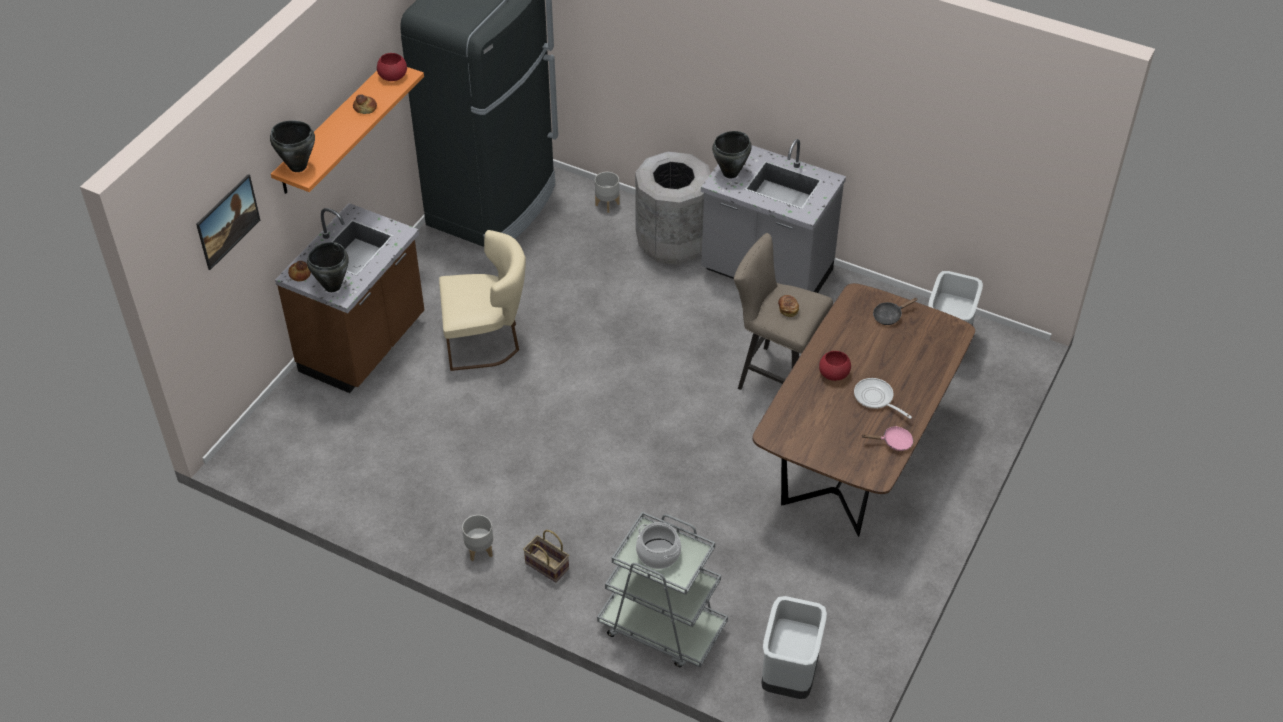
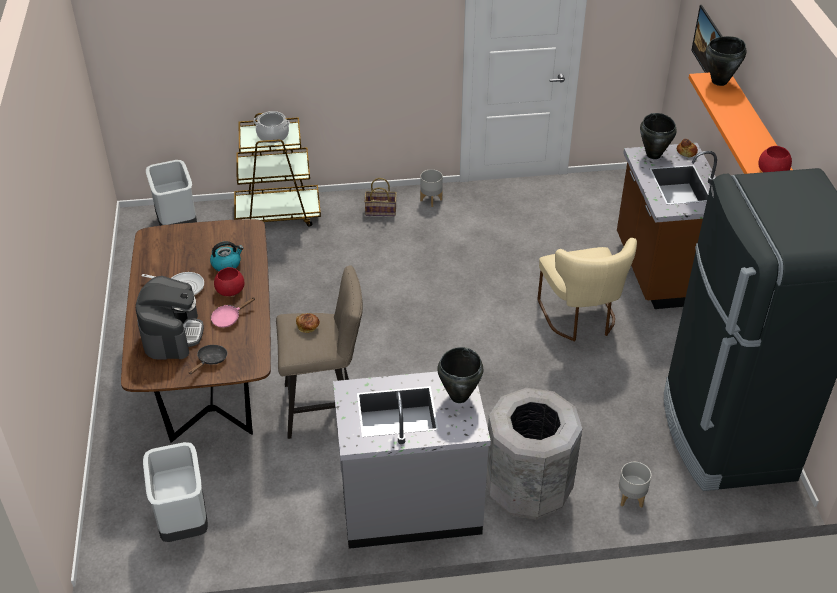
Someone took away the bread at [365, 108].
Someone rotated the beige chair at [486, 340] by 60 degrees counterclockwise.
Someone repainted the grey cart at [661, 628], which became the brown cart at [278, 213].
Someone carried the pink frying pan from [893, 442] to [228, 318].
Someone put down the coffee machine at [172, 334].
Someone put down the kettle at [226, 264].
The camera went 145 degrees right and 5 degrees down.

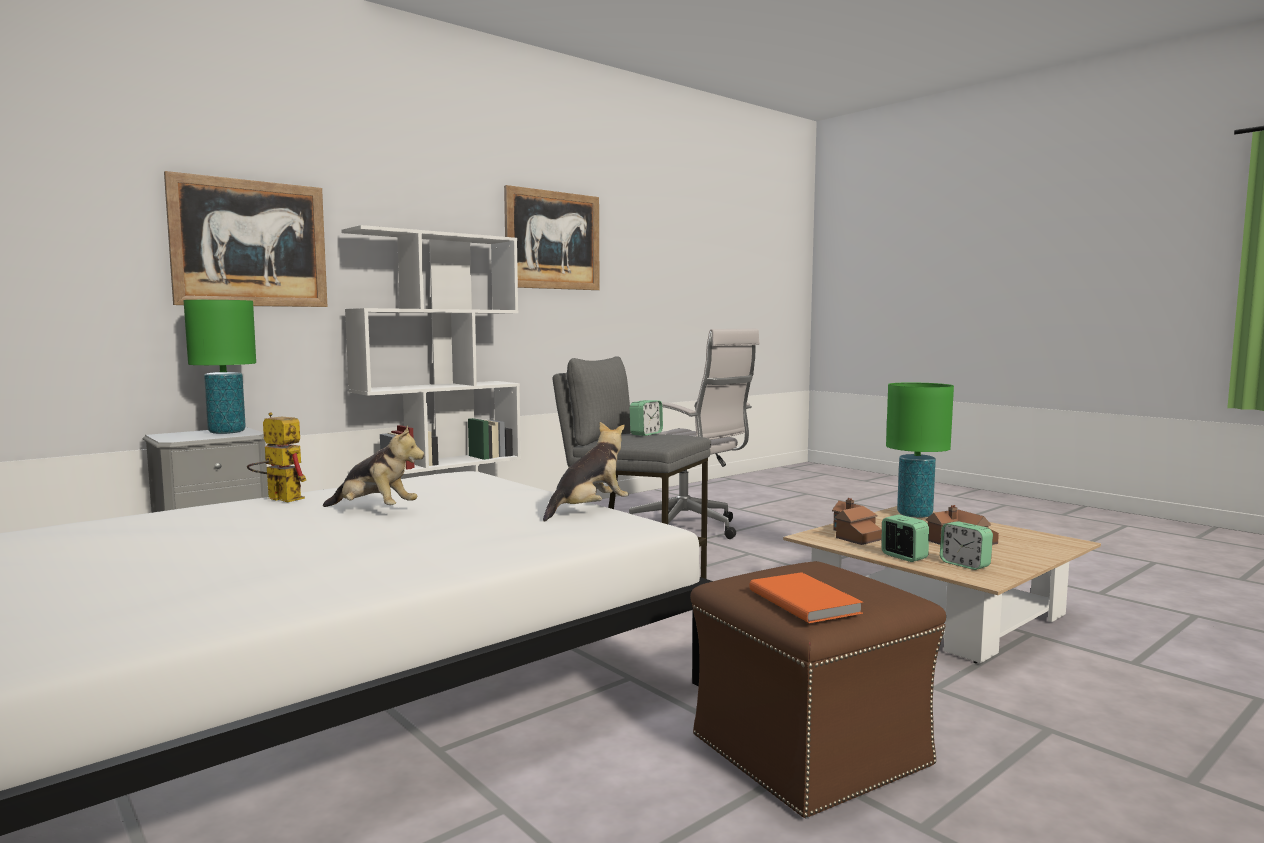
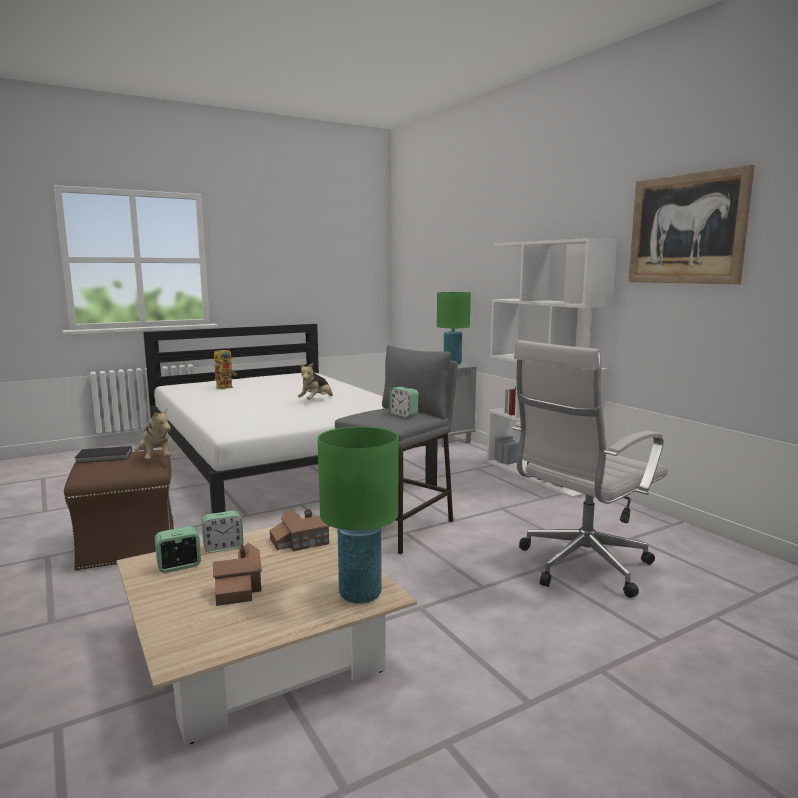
Someone took away the picture at [250, 243].
Someone carried the toy robot from [278, 498] to [226, 387].
Someone carried the plush toy from [589, 510] to [155, 459].
Someone repainted the orange book at [805, 601], which became the black book at [105, 457].
The camera went 100 degrees right and 5 degrees up.

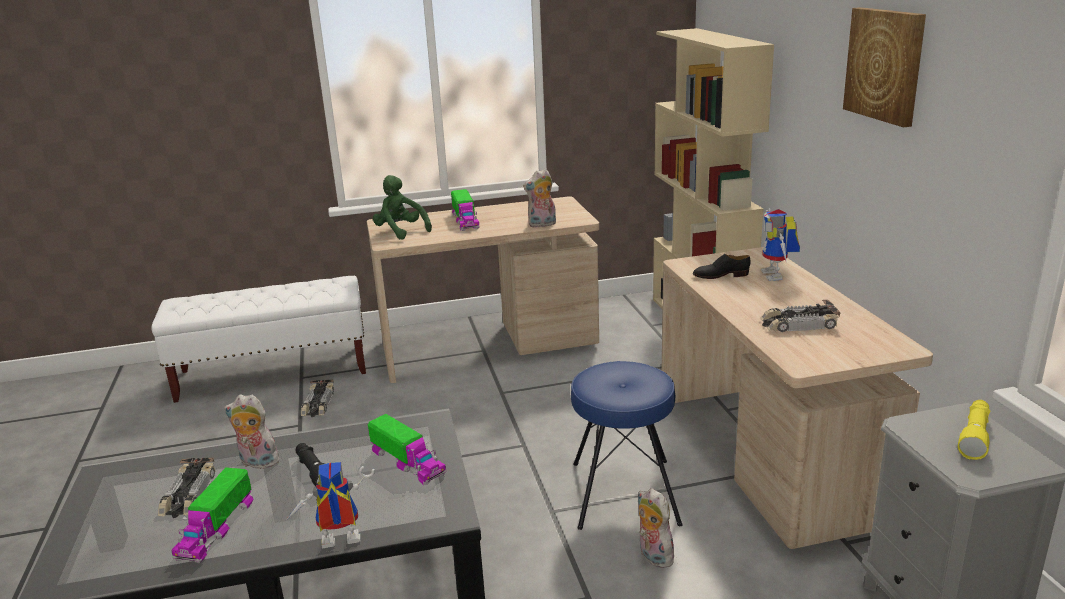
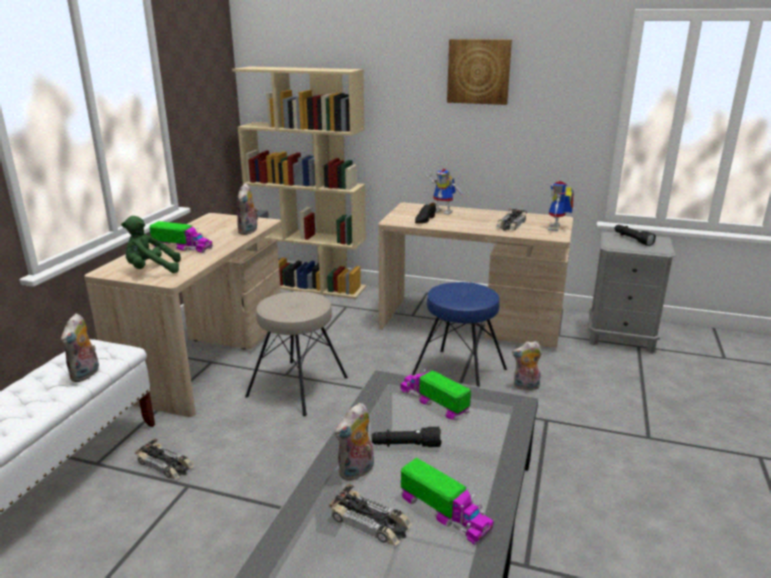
Someone carried the toy robot from [337, 545] to [557, 228].
Someone rotated the toy truck at [407, 462] by 120 degrees counterclockwise.
Someone repainted the yellow flashlight at [974, 436], which became the black flashlight at [632, 239].
Someone put down the plush toy at [86, 375].
Someone put down the beige stool at [298, 387].
The camera went 60 degrees left and 0 degrees up.

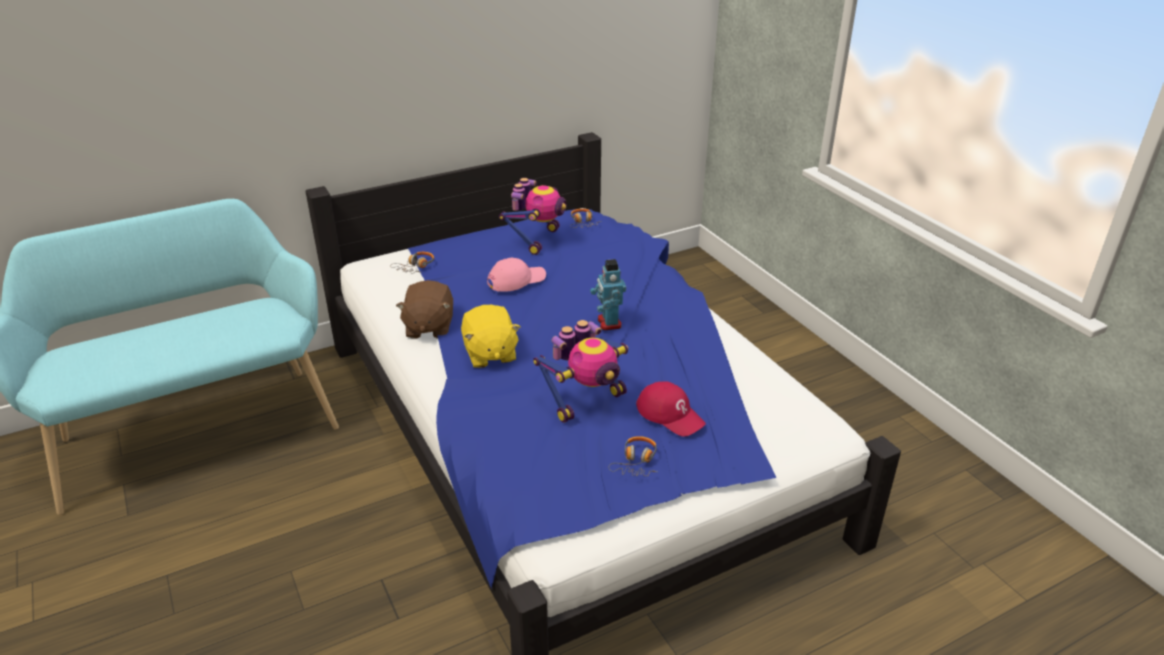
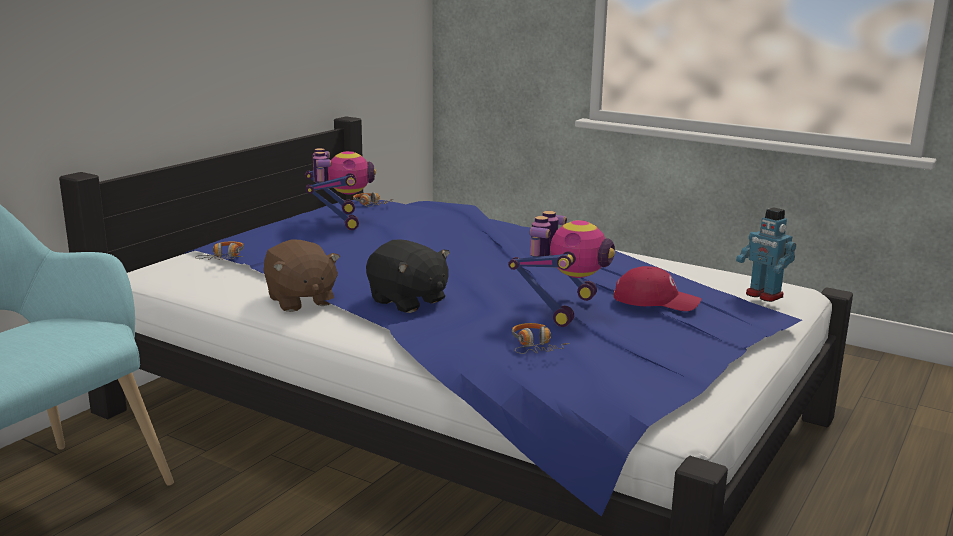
Someone repainted the yellow plush toy at [490, 354], which became the black plush toy at [408, 301].
Someone took away the pink cap at [516, 280].
Someone carried the toy robot from [608, 323] to [763, 295].
Someone carried the headphones from [636, 462] to [534, 346].
The camera went 30 degrees left and 15 degrees down.

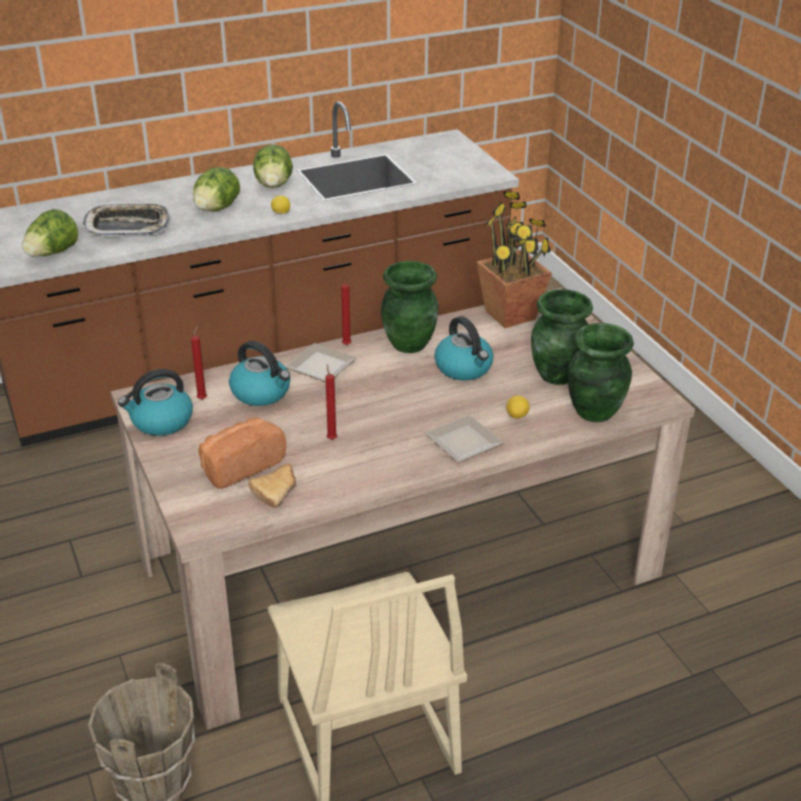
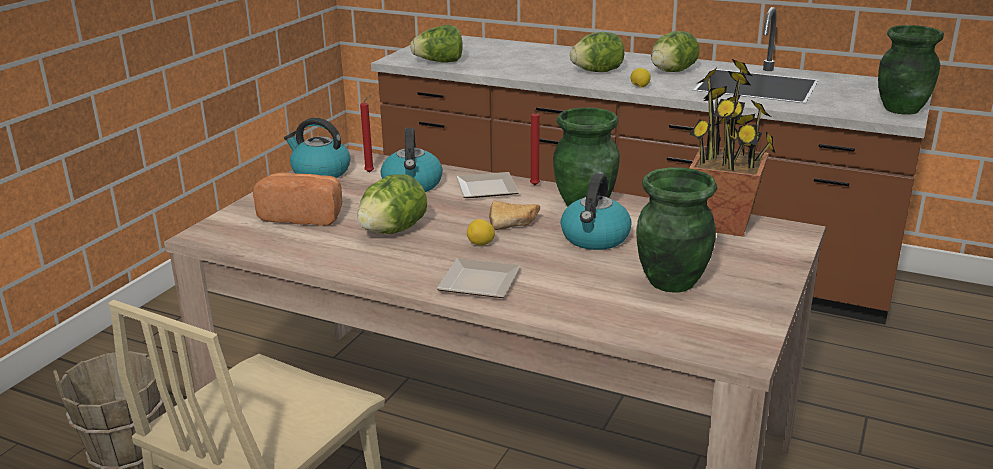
Someone took away the tray at [127, 226].
Someone carried the bread from [278, 490] to [515, 223].
Someone swapped the red candle at [331, 438] for the lettuce at [393, 231].
Someone carried the lemon from [517, 416] to [481, 244].
Someone carried the green vase from [593, 412] to [900, 109].
The camera went 50 degrees right and 10 degrees down.

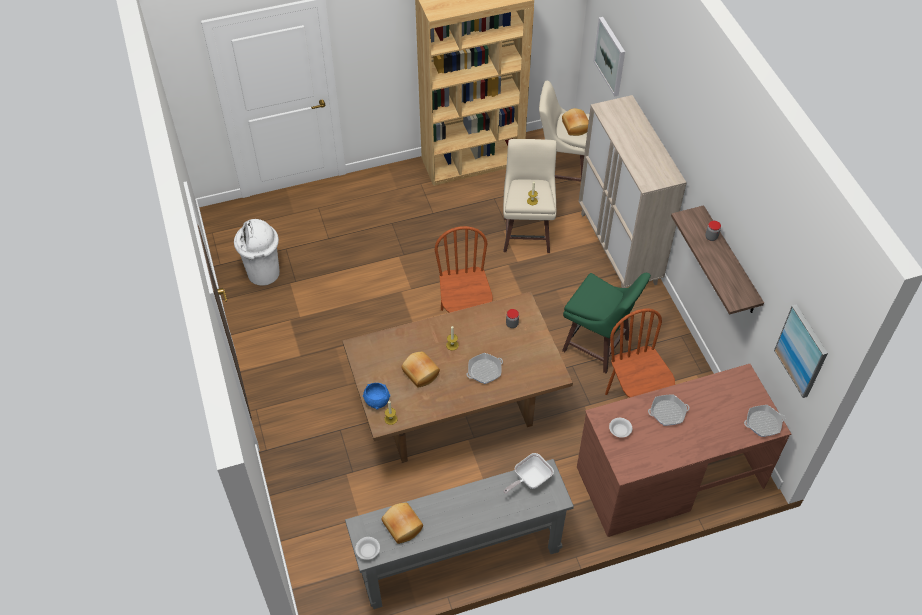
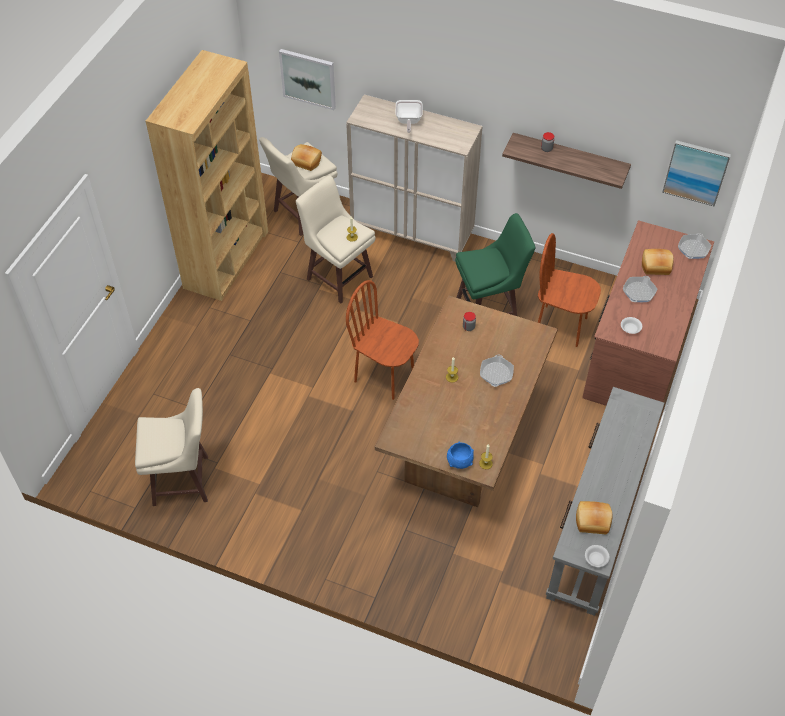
Someone swapped the white trash can at [263, 274] for the beige stool at [183, 481].
Someone carried the bread from [420, 373] to [656, 266].
Someone carried the frying pan from [529, 480] to [408, 121].
The camera went 50 degrees left and 0 degrees up.

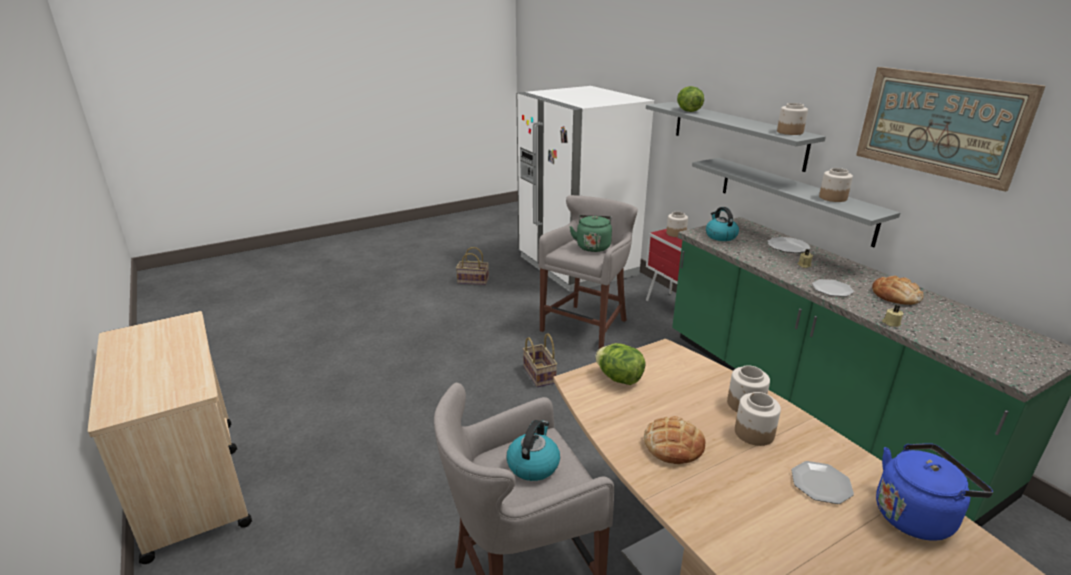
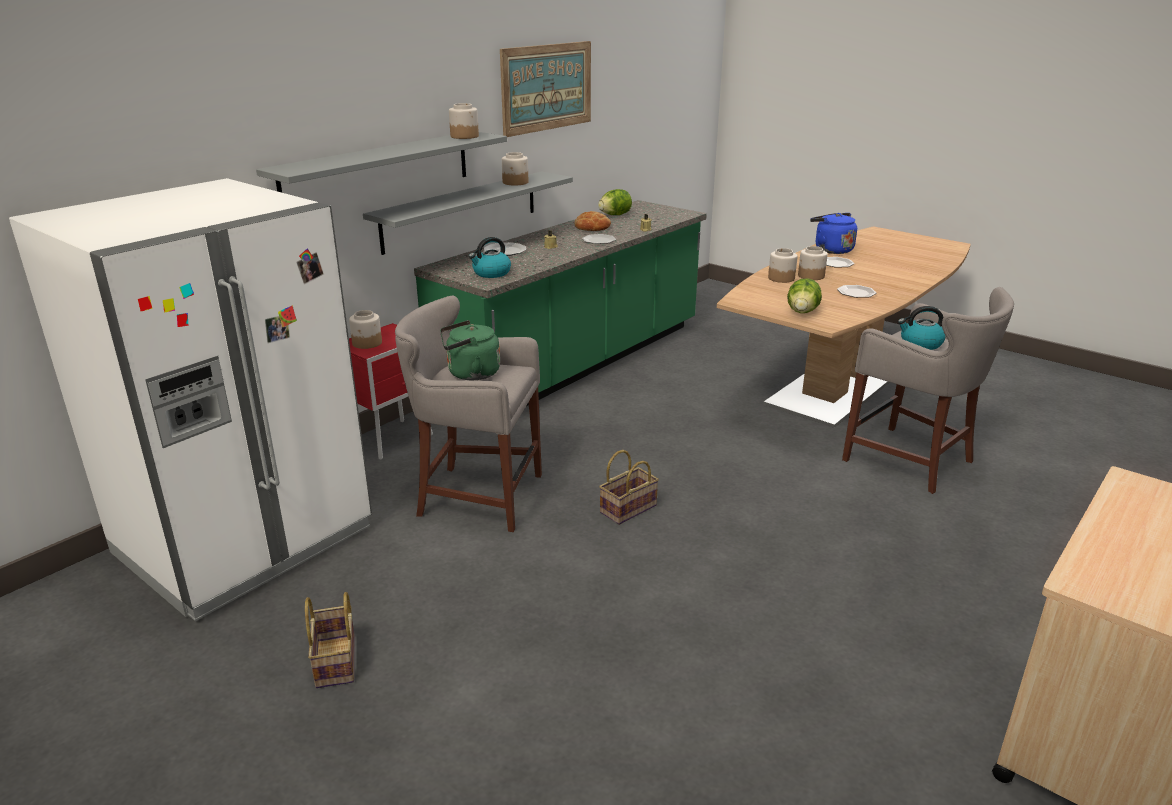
Someone swapped the bread at [673, 445] for the plate at [856, 293].
Someone carried the lettuce from [688, 111] to [615, 215].
The camera went 110 degrees left and 0 degrees up.

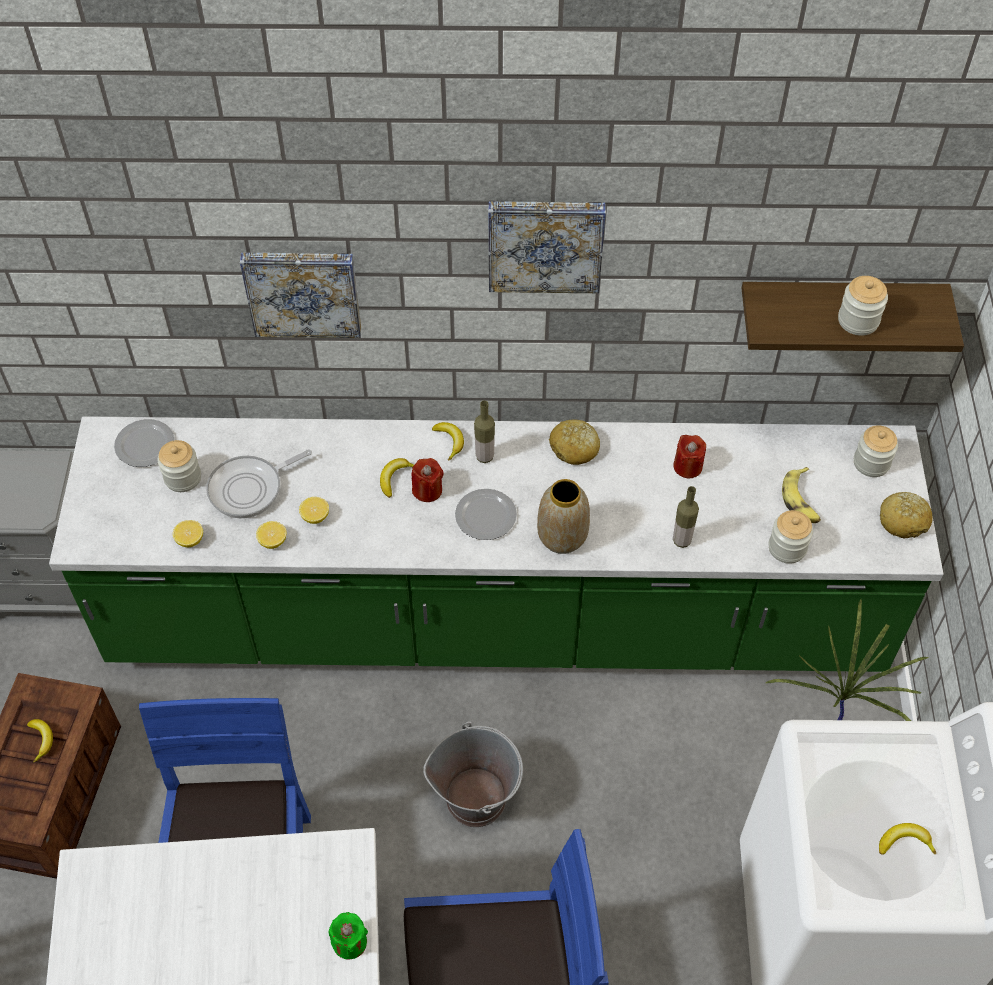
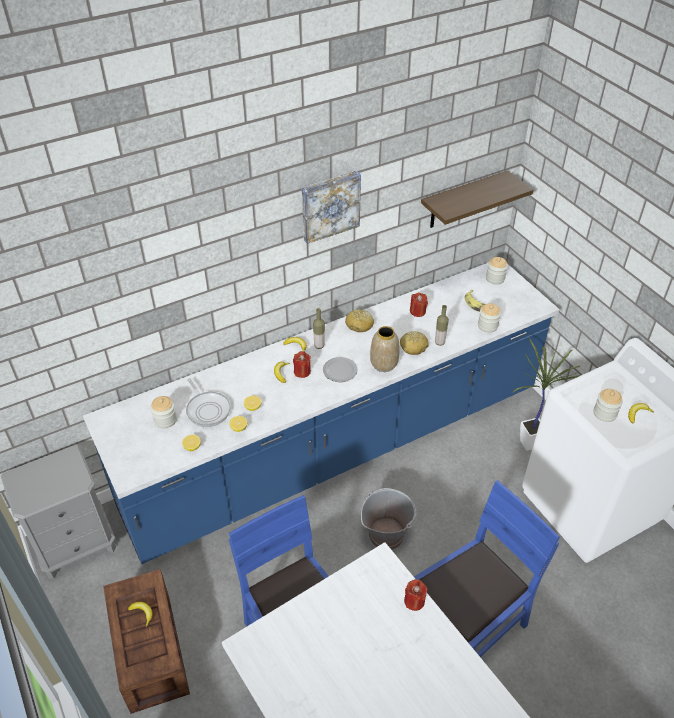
Someone repainted the green counter at [496, 619], which became the blue counter at [337, 448].
Someone took away the plate at [145, 445].
Someone rotated the frying pan at [250, 488] by 60 degrees counterclockwise.
Someone took away the picture at [303, 291].
Someone repainted the green candle at [349, 942], which became the red candle at [414, 601].
Someone carried the jar from [858, 320] to [605, 413].
Someone carried the bread from [903, 520] to [413, 347].
The camera went 30 degrees left and 10 degrees down.

